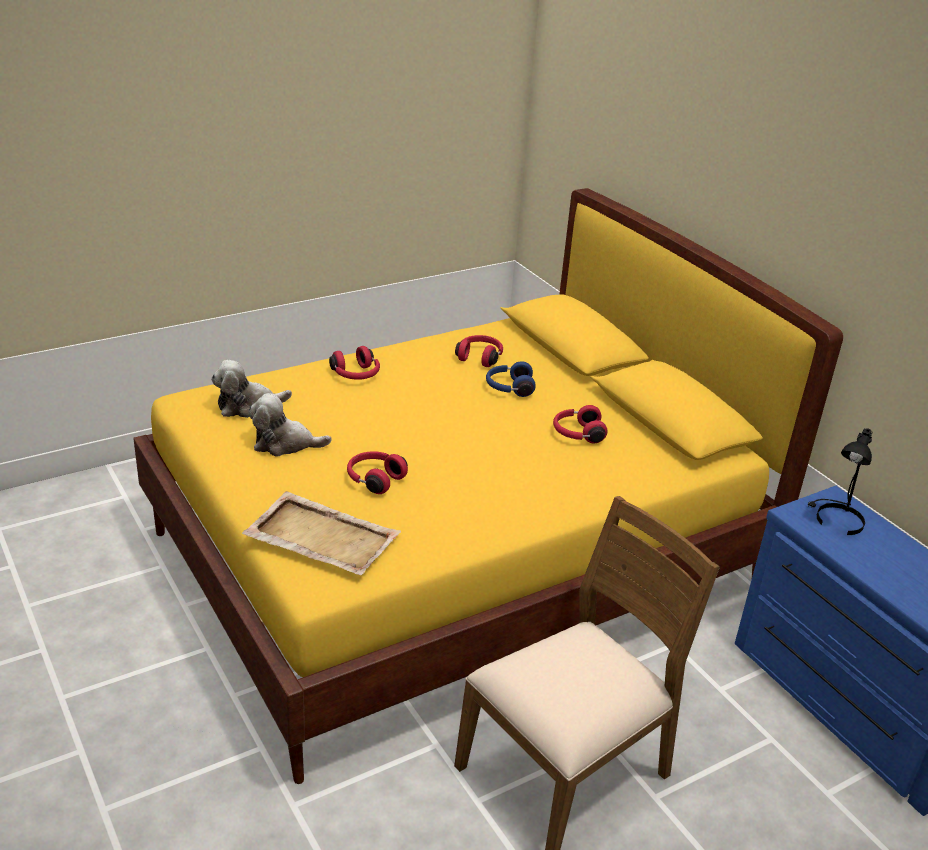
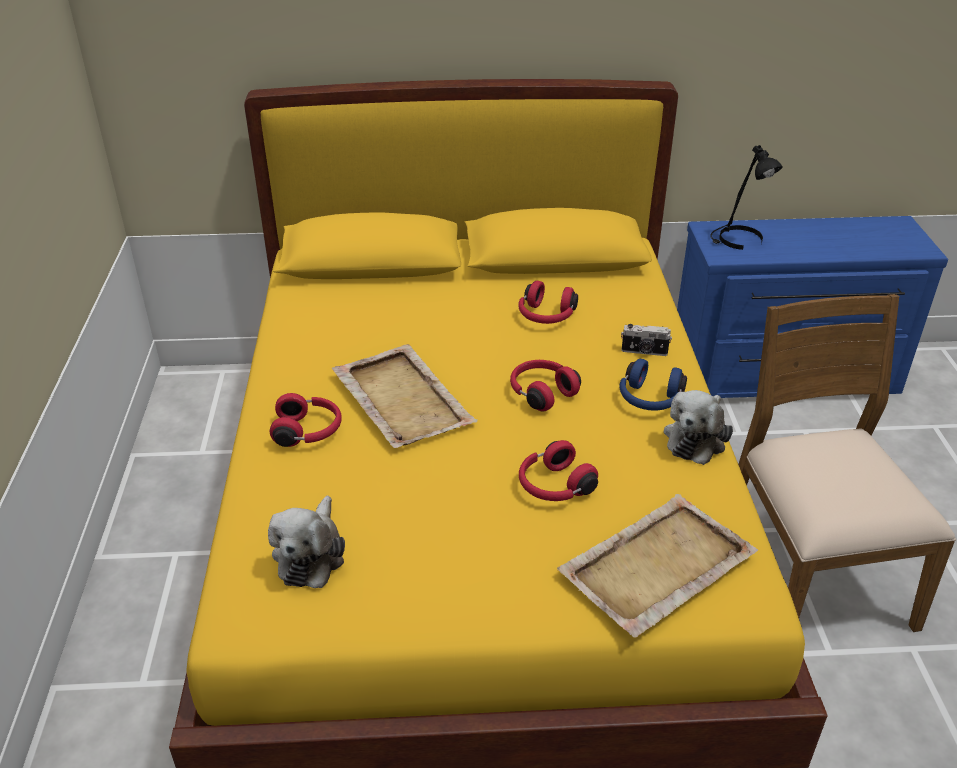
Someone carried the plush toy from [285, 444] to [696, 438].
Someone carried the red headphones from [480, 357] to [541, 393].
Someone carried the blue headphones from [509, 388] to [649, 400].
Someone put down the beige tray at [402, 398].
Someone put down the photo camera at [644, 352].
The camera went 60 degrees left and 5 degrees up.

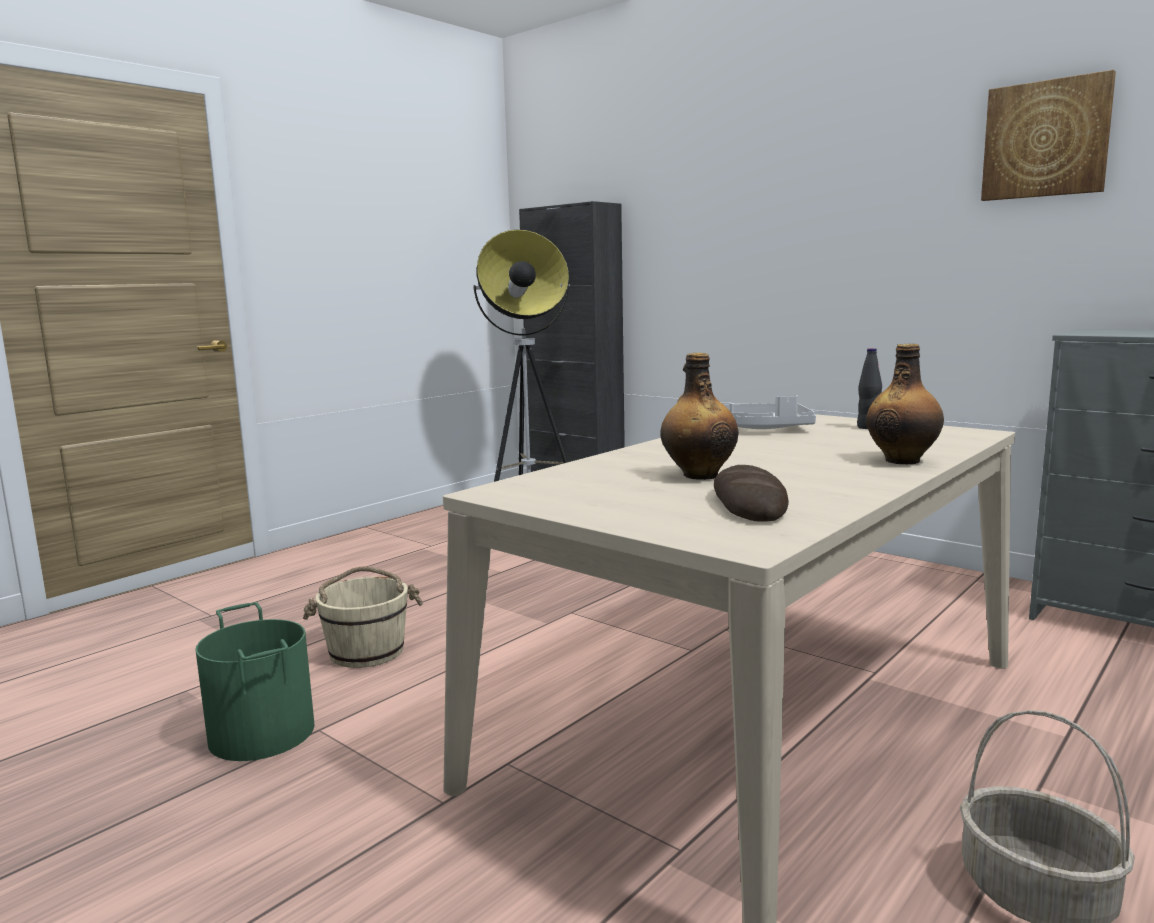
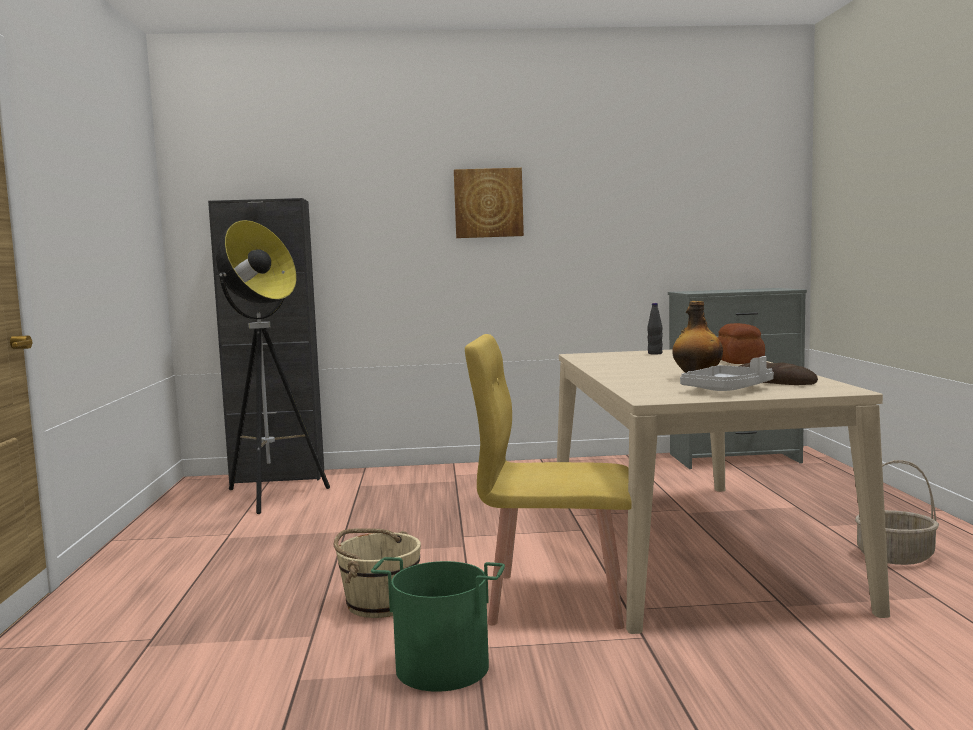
Someone carried the grey tray from [763, 428] to [727, 389].
Someone swapped the bottle at [903, 460] for the bread at [739, 361].
Someone carried the picture from [1046, 139] to [488, 203].
Someone put down the yellow chair at [556, 599].
The camera went 45 degrees left and 5 degrees down.

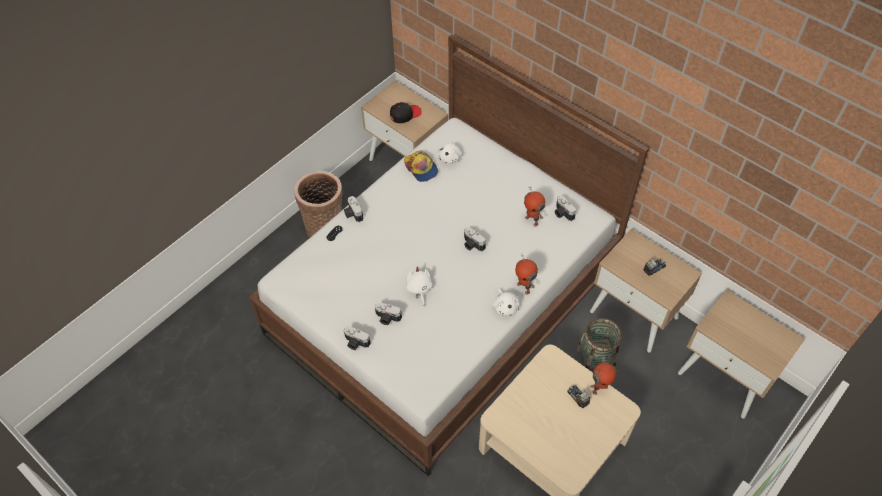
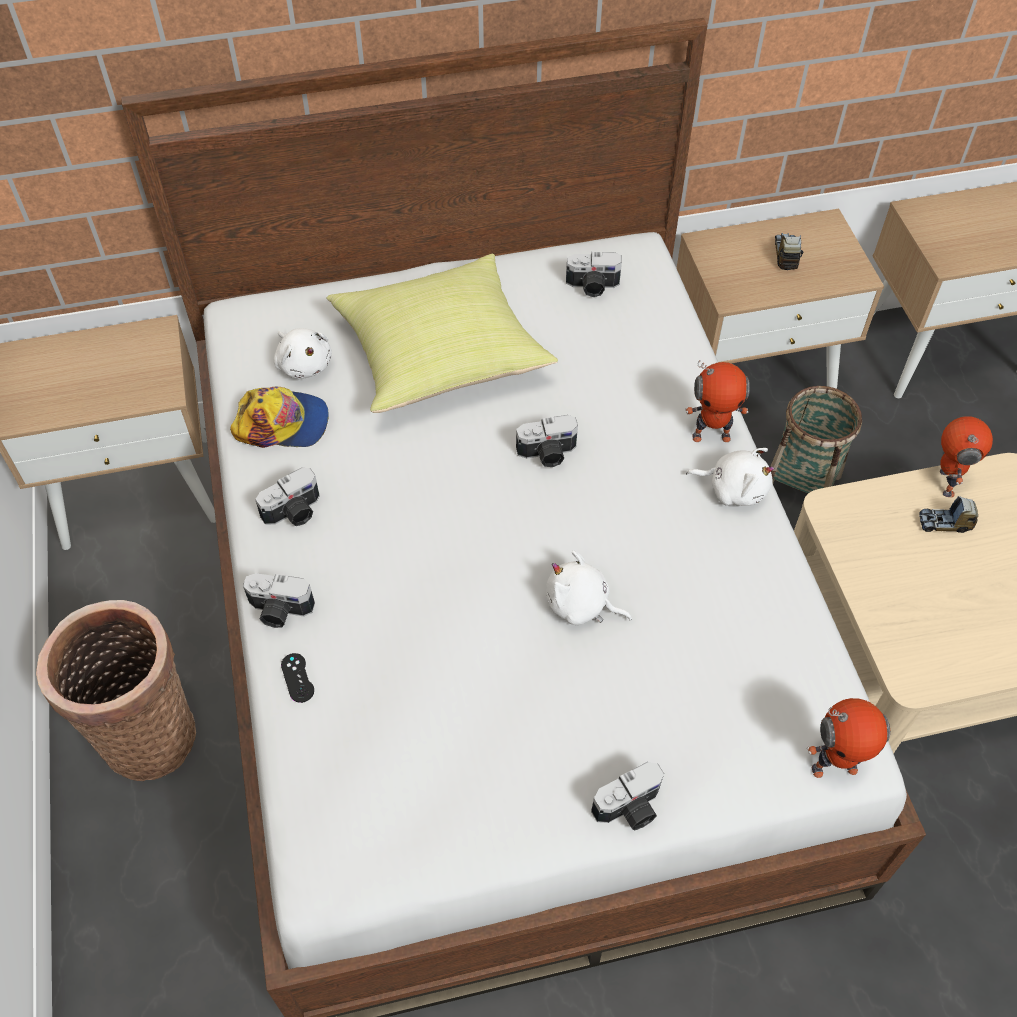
Someone carried the photo camera from [387, 318] to [294, 512].
Someone took away the black cap at [405, 114].
Someone carried the toy robot from [532, 220] to [834, 766].
Someone put down the yellow pillow at [441, 355].
The camera went 55 degrees left and 0 degrees up.

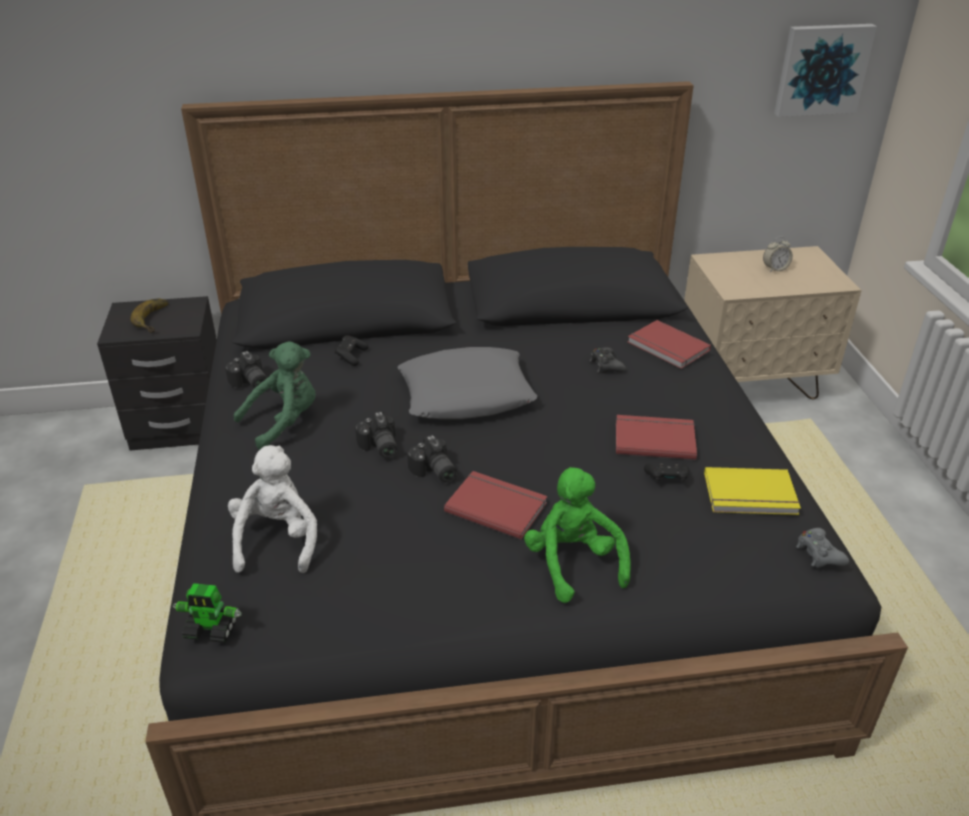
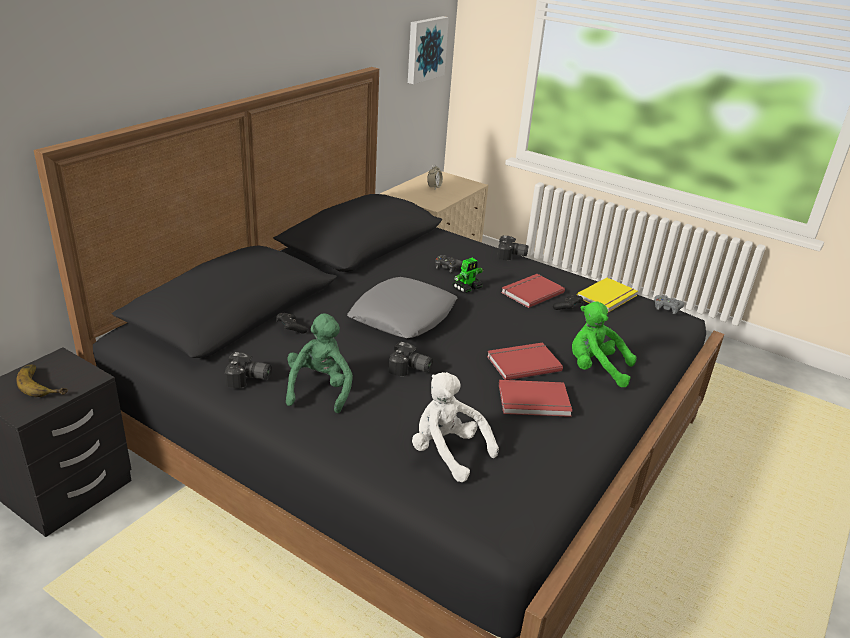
Someone carried the toy robot from [212, 629] to [467, 288].
Someone carried the photo camera from [434, 472] to [511, 256].
Someone carried the red book from [667, 347] to [534, 402].
The camera went 50 degrees left and 5 degrees down.

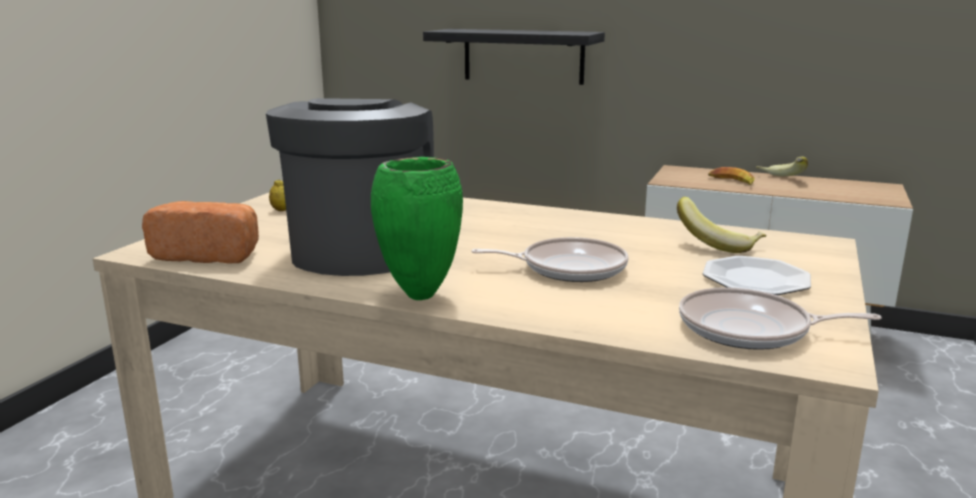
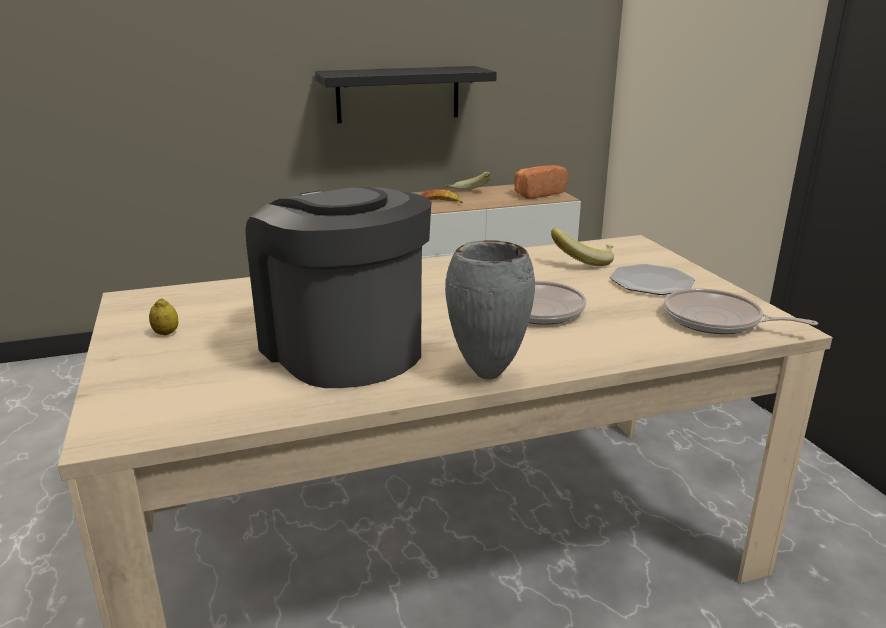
Someone carried the bread from [210, 254] to [537, 194].
Someone repainted the green vase at [418, 296], which became the grey vase at [486, 375].
Someone carried the black shelf from [523, 56] to [398, 94].
Someone rotated the frying pan at [750, 329] by 60 degrees clockwise.
The camera went 40 degrees left and 5 degrees up.

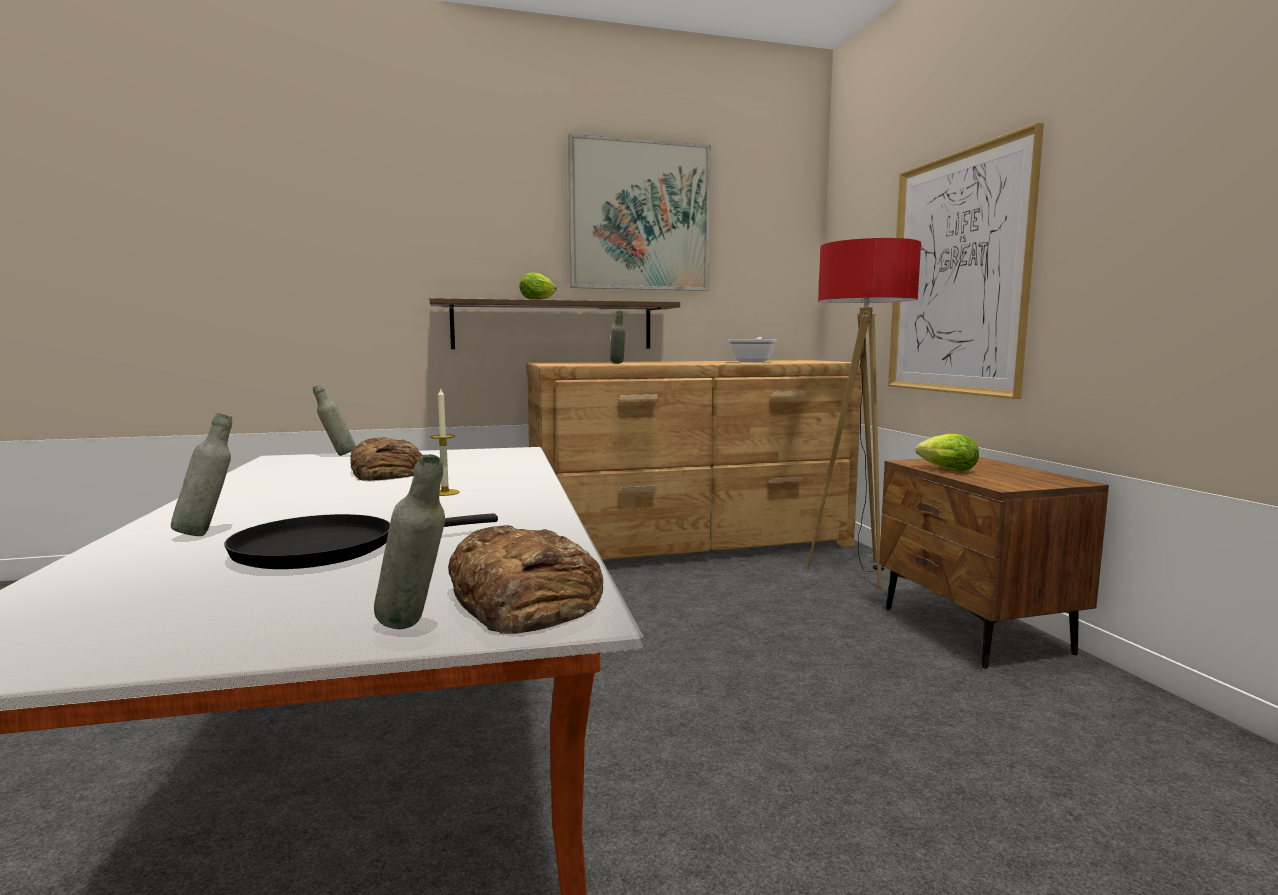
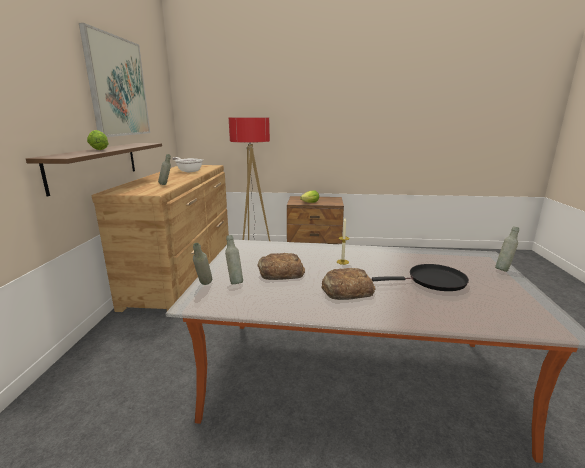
Someone carried the grey bottle from [208, 533] to [235, 282].
Someone rotated the black frying pan at [327, 549] by 90 degrees counterclockwise.
Someone carried the bread from [523, 598] to [346, 290].
Someone took away the picture at [957, 274].
The camera went 70 degrees left and 10 degrees up.

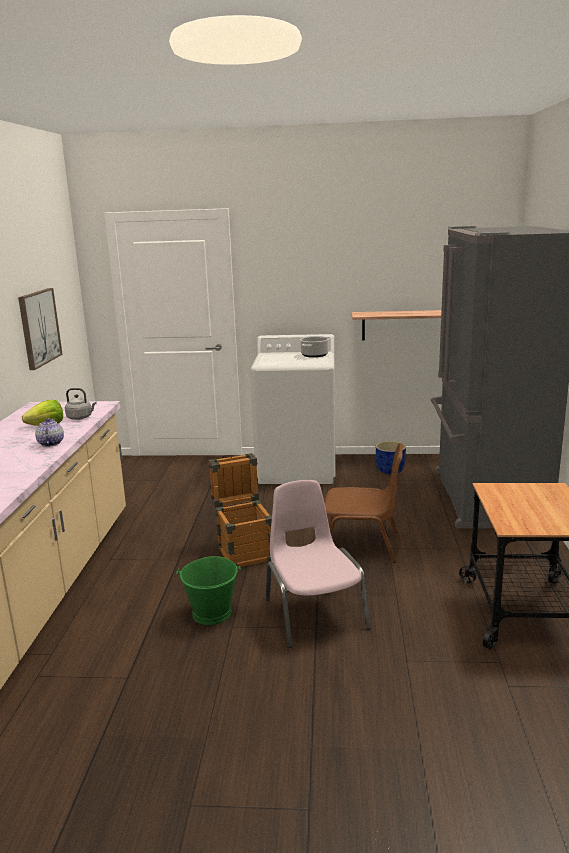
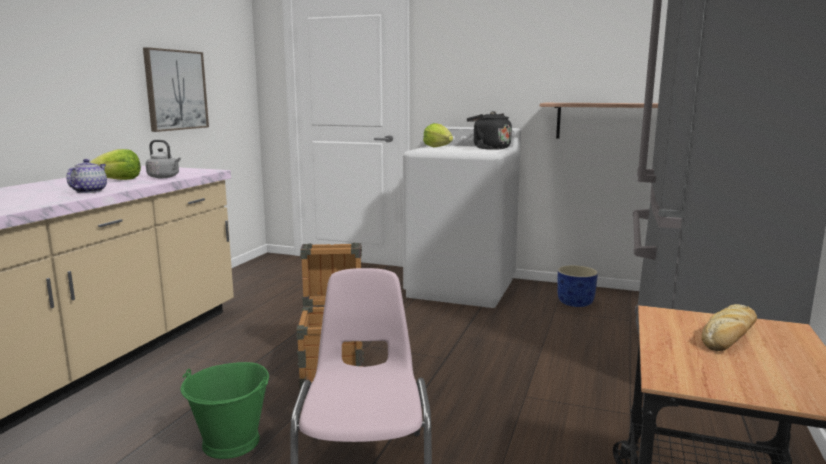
Someone swapped the cooking pot at [314, 355] for the black kettle at [489, 148].
Someone took away the brown chair at [361, 545].
Someone put down the lettuce at [438, 147].
Someone put down the bread at [729, 336].
The camera went 15 degrees right and 5 degrees down.

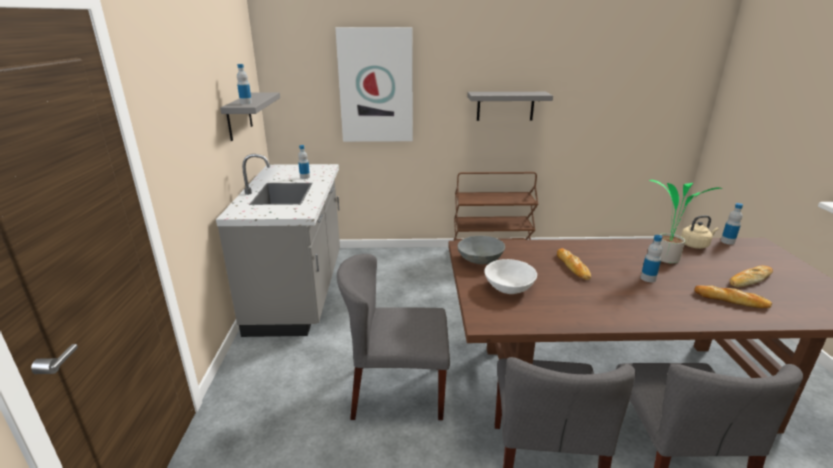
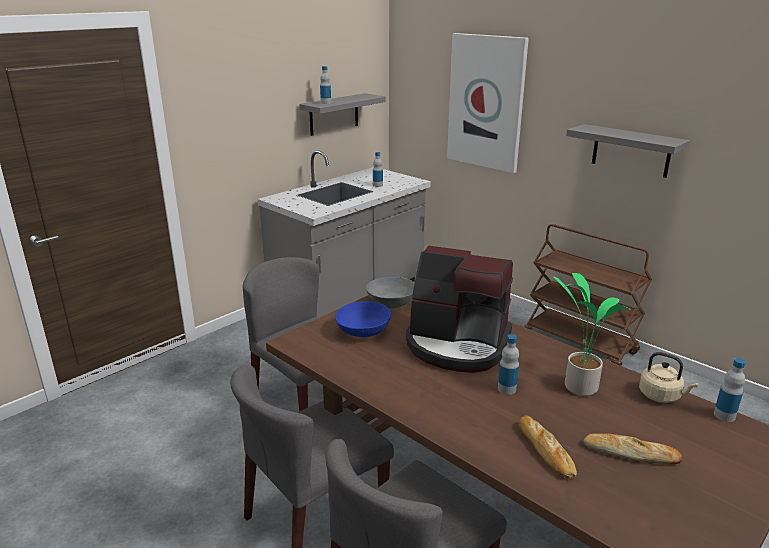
Someone repainted the white bowl at [508, 287], which became the blue bowl at [363, 331].
Someone swapped the bread at [572, 266] for the coffee machine at [457, 344].
The camera went 45 degrees right and 0 degrees up.

